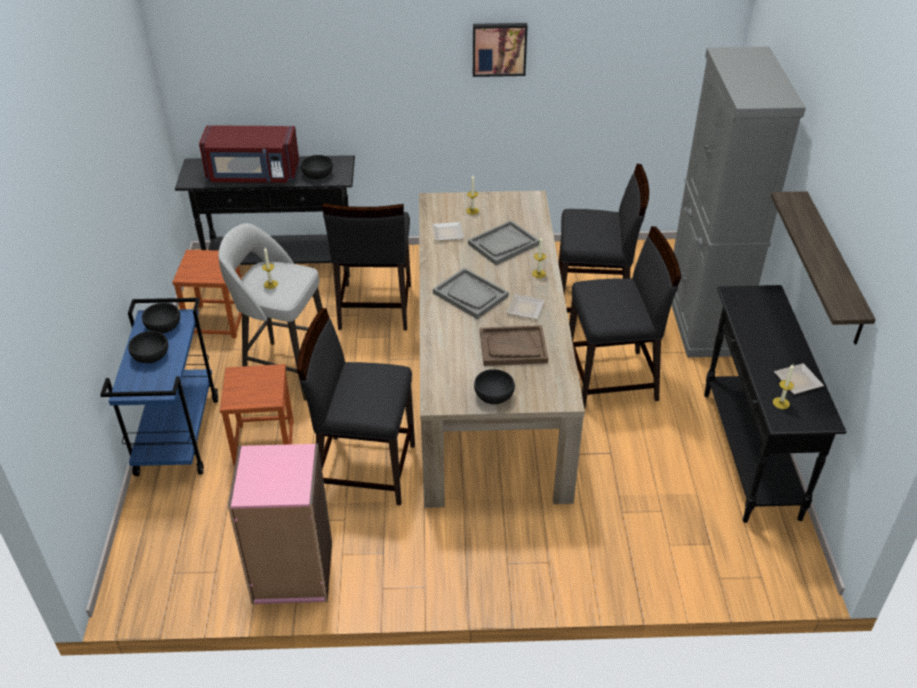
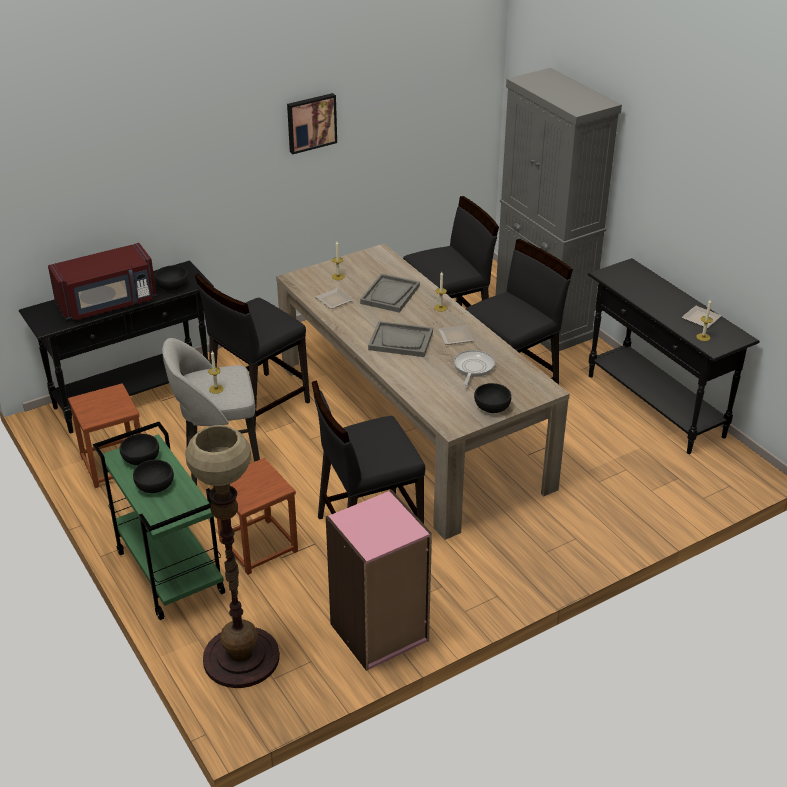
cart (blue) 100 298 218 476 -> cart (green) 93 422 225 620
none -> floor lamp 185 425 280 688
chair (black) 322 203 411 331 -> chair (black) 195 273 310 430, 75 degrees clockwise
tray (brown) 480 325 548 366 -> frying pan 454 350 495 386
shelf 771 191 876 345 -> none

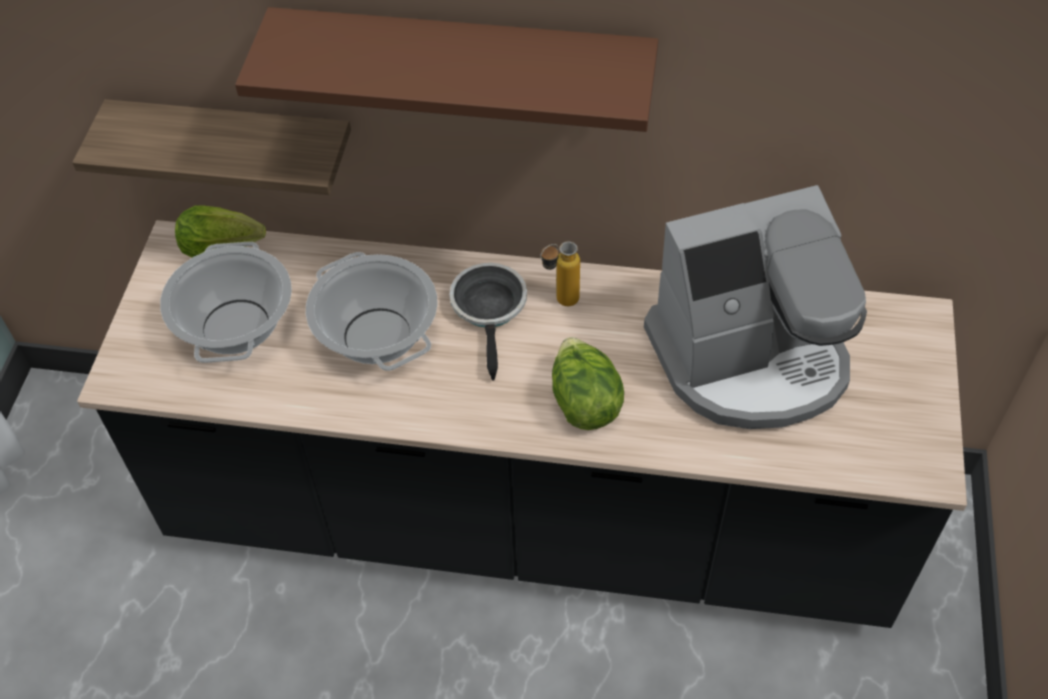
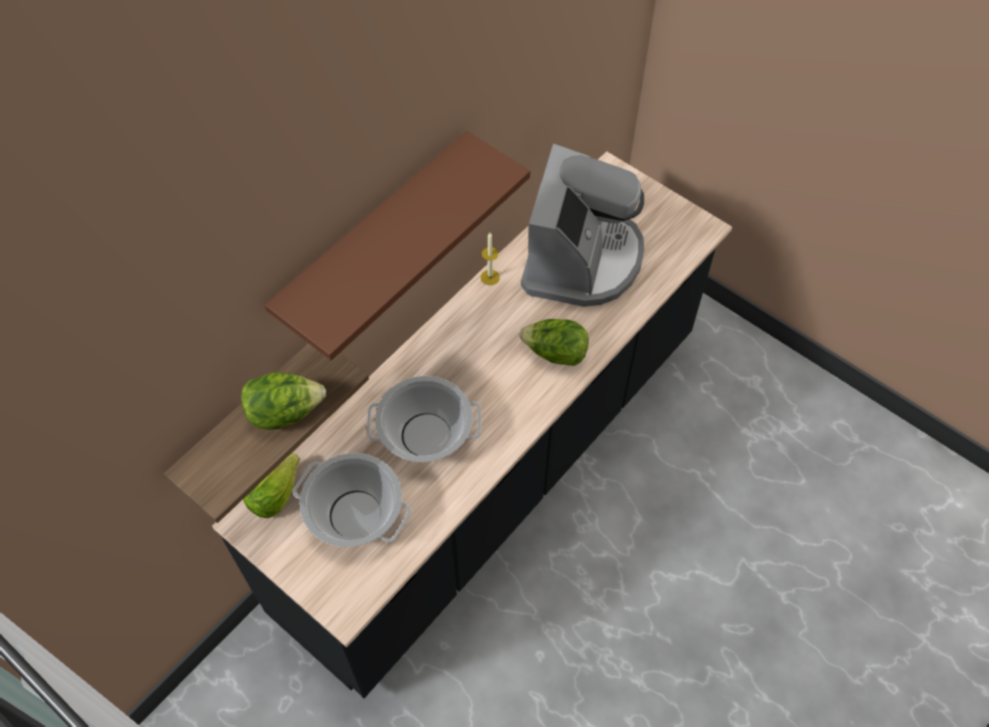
none -> lettuce 241 372 326 430
none -> candle 481 233 500 285
frying pan 449 263 527 381 -> none
bottle 540 241 580 306 -> none

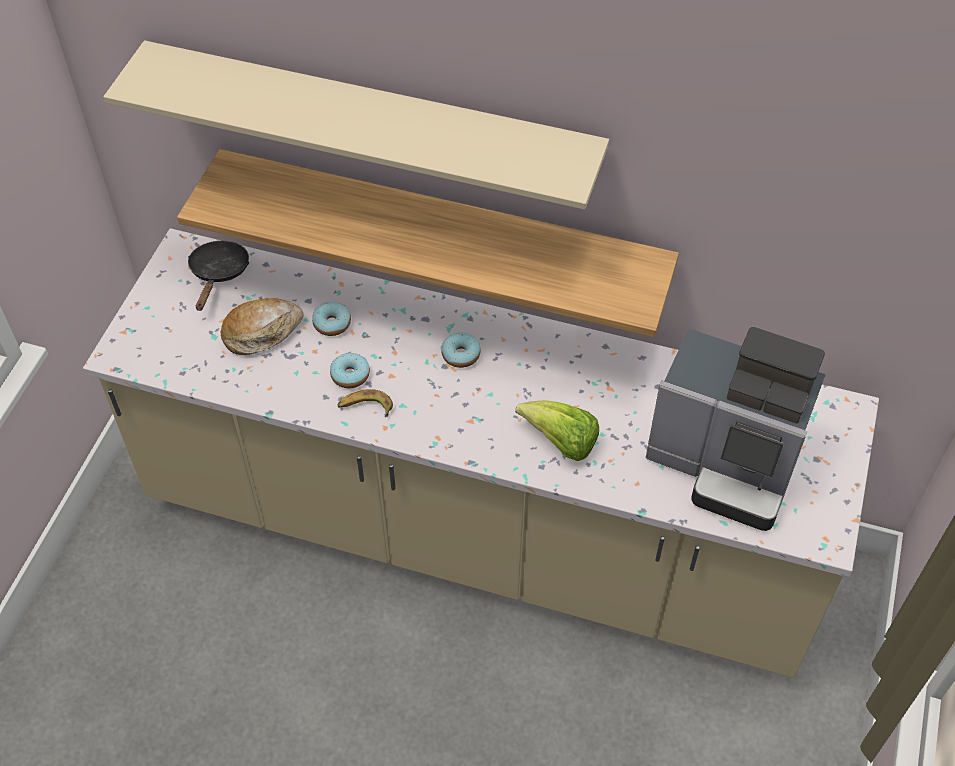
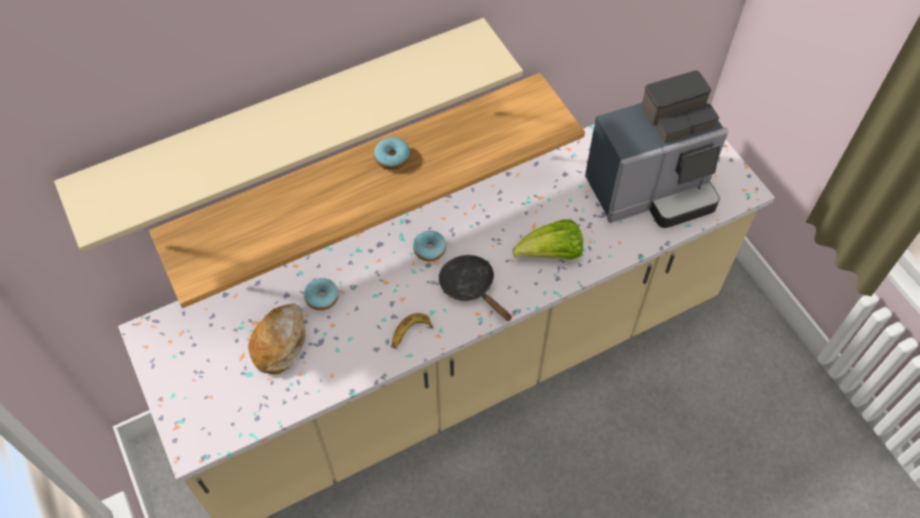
donut 330 353 370 388 -> donut 374 137 410 170, relocated
frying pan (black) 188 241 249 311 -> frying pan (black) 439 255 512 321, relocated

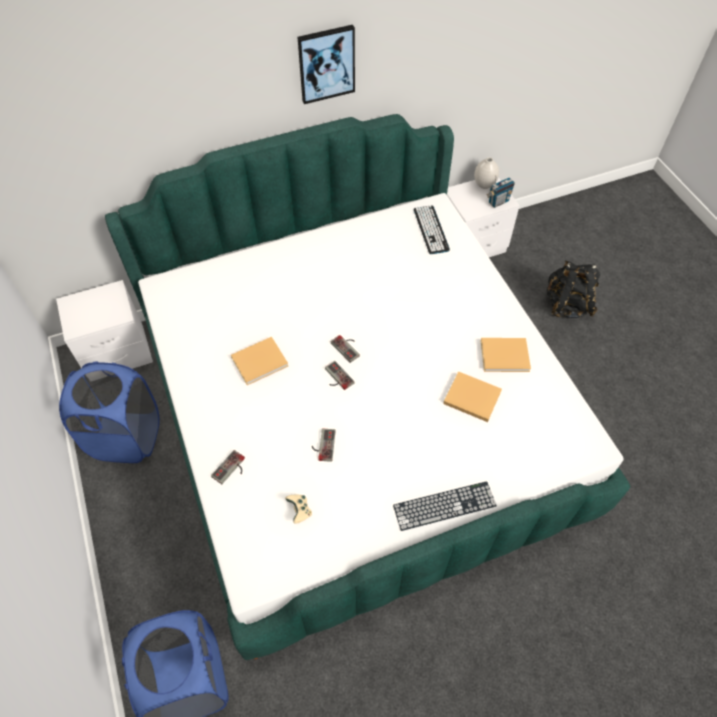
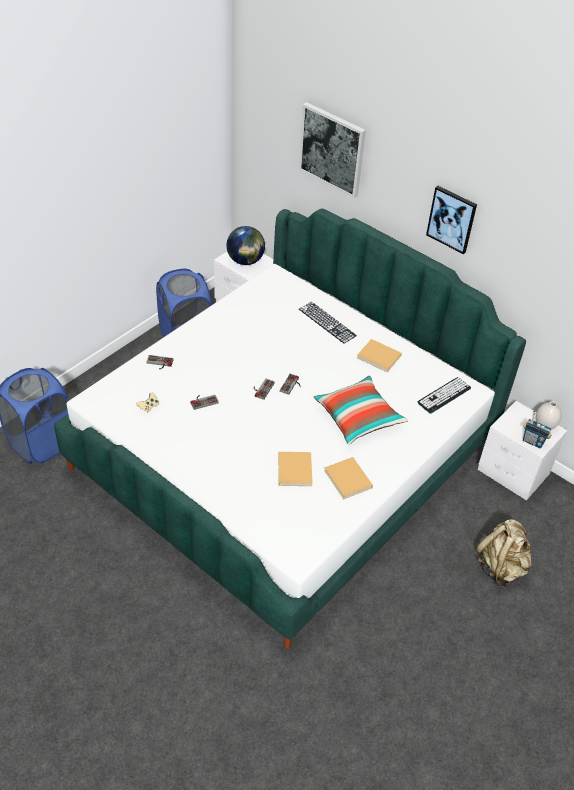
none -> globe 226 226 265 265
none -> picture 299 102 366 198
keyboard 393 481 497 531 -> keyboard 299 302 357 344, relocated
none -> pillow 314 376 408 445
book (beige) 231 337 288 385 -> book (beige) 357 339 402 373, relocated
backpack (black) 547 261 600 318 -> backpack (beige) 476 519 532 587

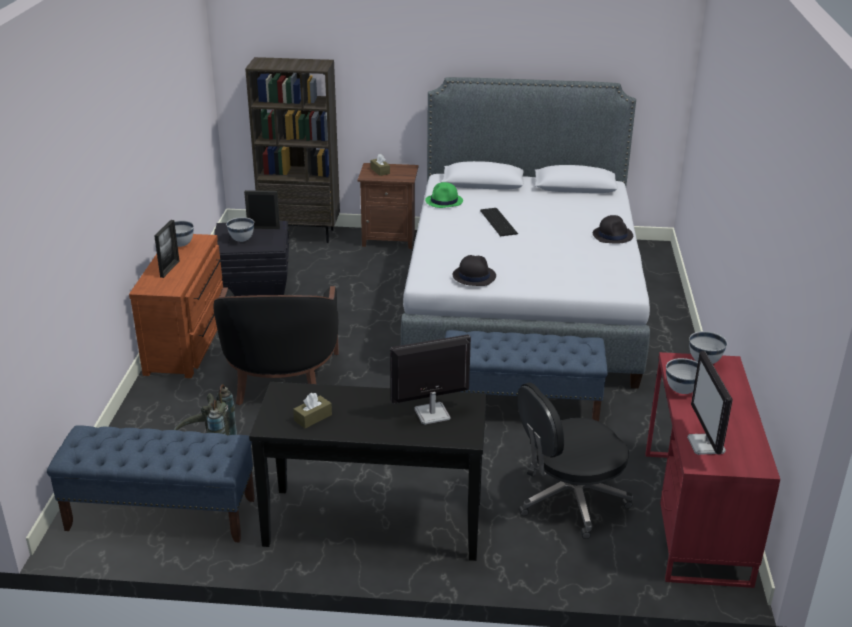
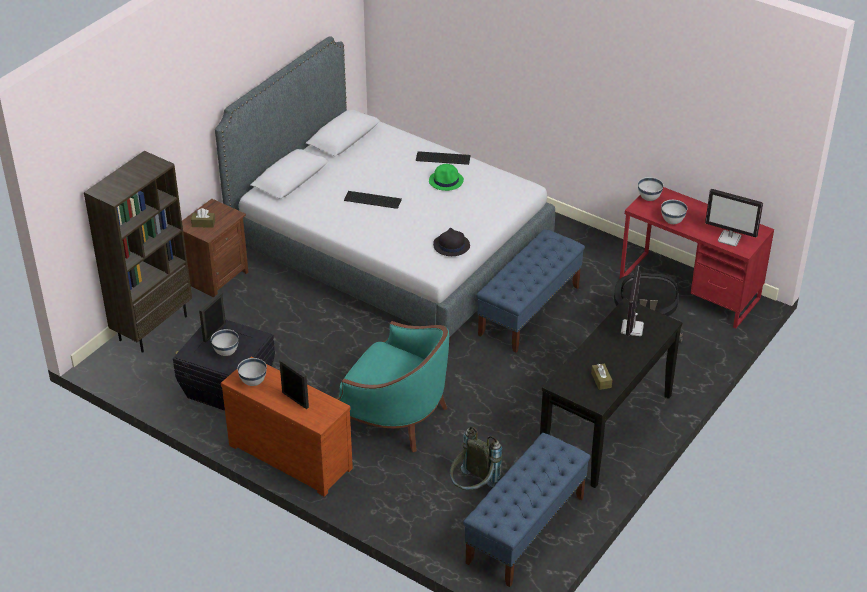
armchair (black) 213 286 339 405 -> armchair (turquoise) 337 321 449 452
hat (black) 593 215 633 244 -> keyboard 416 151 471 165
hat (green) 425 182 463 208 -> hat (green) 429 164 464 191, relocated

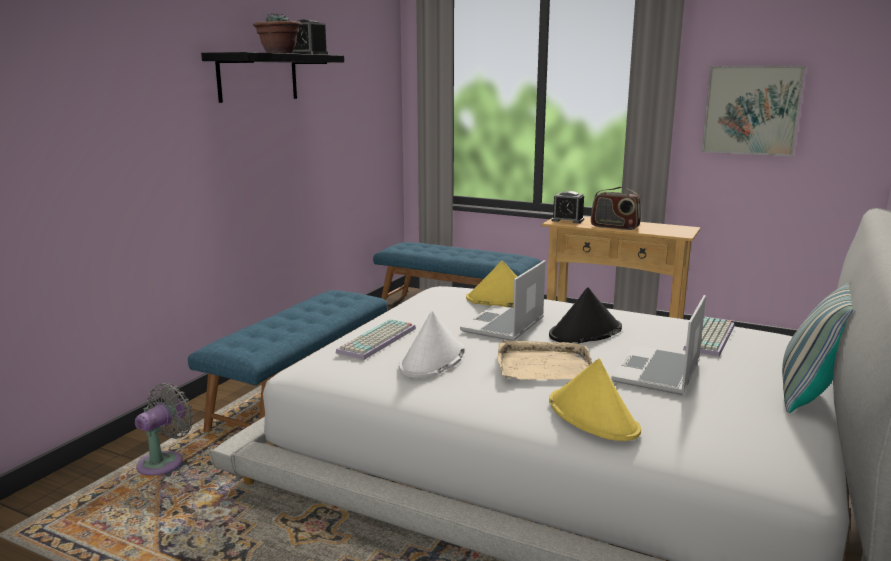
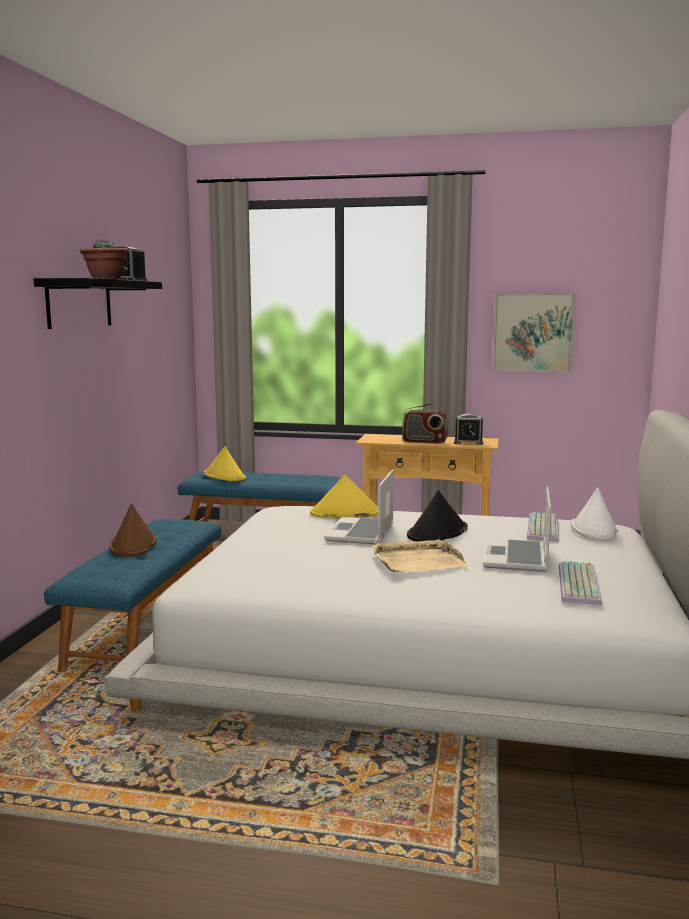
none -> hat (brown) 109 504 157 557
hat (yellow) 549 358 641 441 -> hat (yellow) 204 446 246 481, relocated
alarm clock 551 191 584 224 -> alarm clock 454 414 483 445, relocated
keyboard 336 319 416 360 -> keyboard 559 561 602 605, relocated
hat (white) 399 311 465 378 -> hat (white) 570 488 618 540, relocated
fan (grey) 135 383 194 475 -> none
pillow 782 283 854 413 -> none

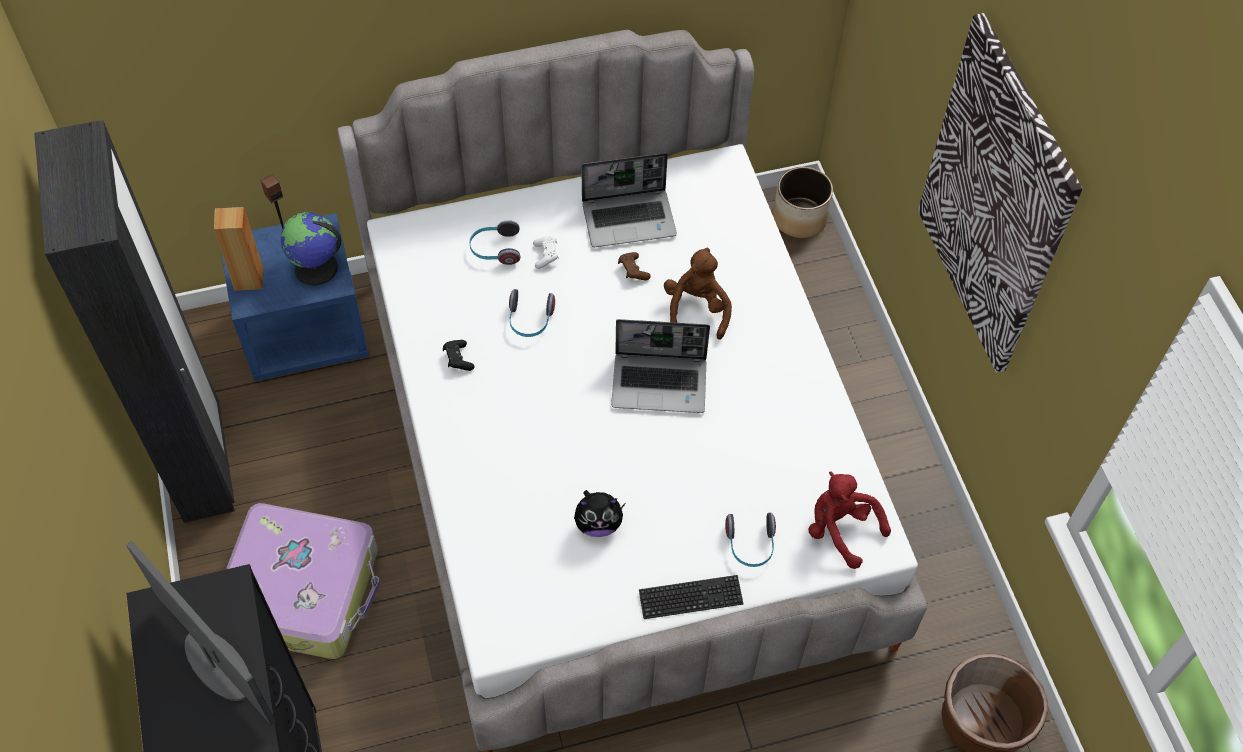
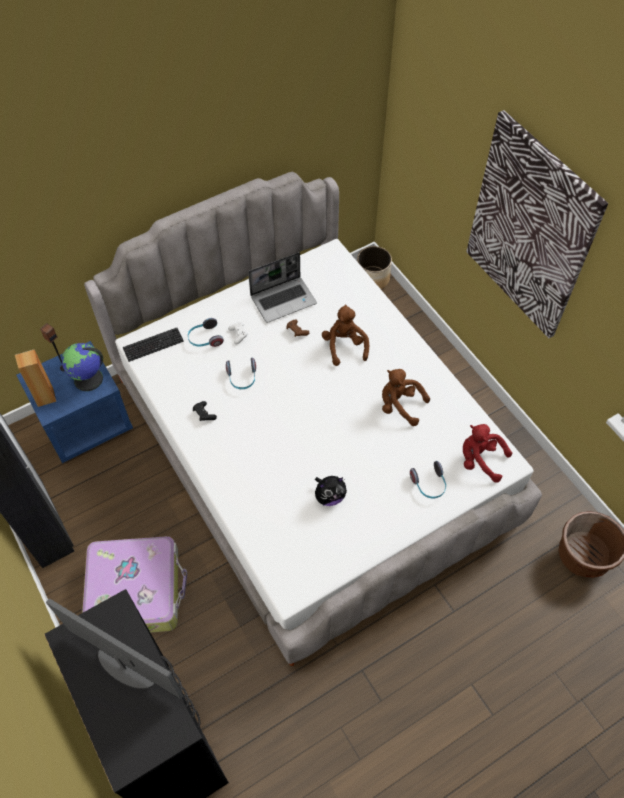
keyboard 639 575 743 619 -> keyboard 123 328 184 362, relocated
none -> plush toy (brown) 382 369 430 426
laptop 611 319 710 413 -> none

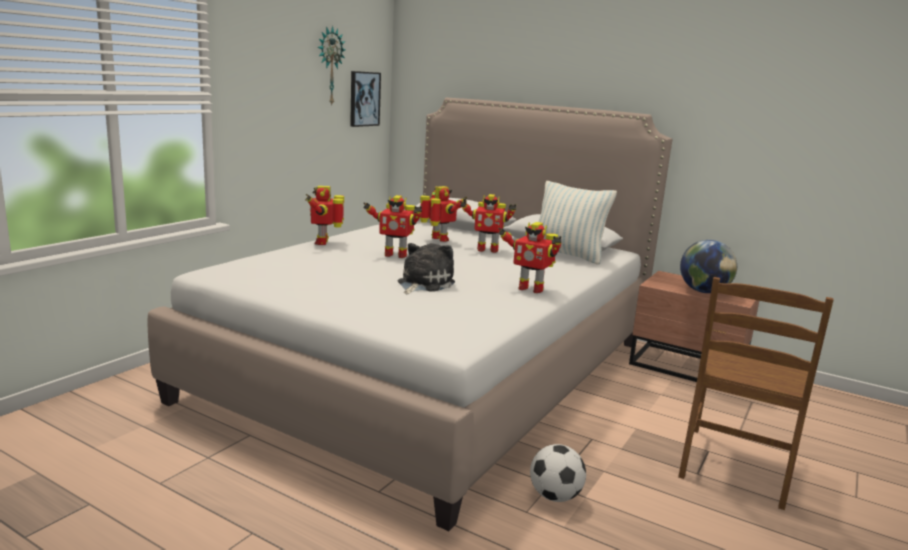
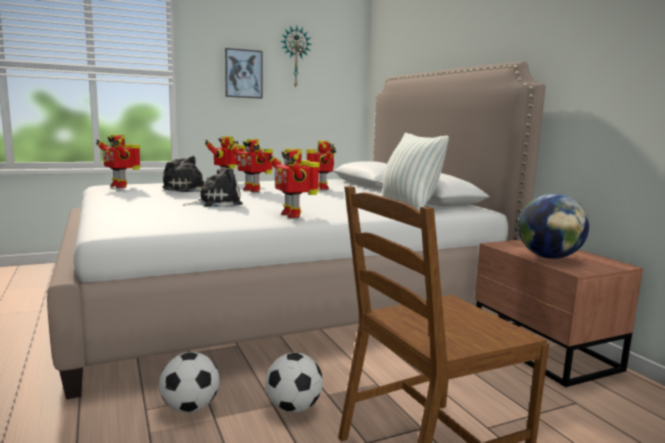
toy robot 460 194 516 253 -> toy robot 96 134 141 188, relocated
none -> plush toy 162 156 204 192
picture 350 71 381 127 -> picture 225 48 263 99, relocated
none -> football 265 353 323 413

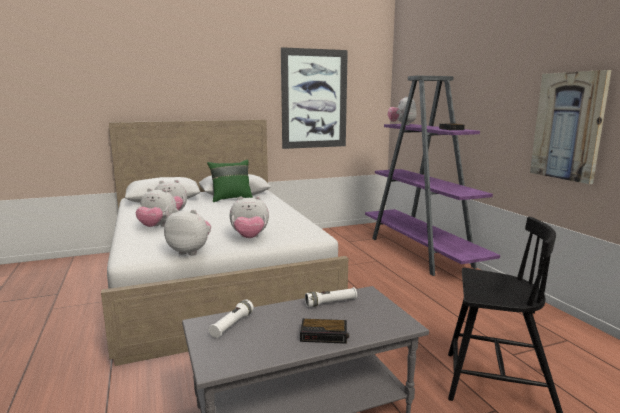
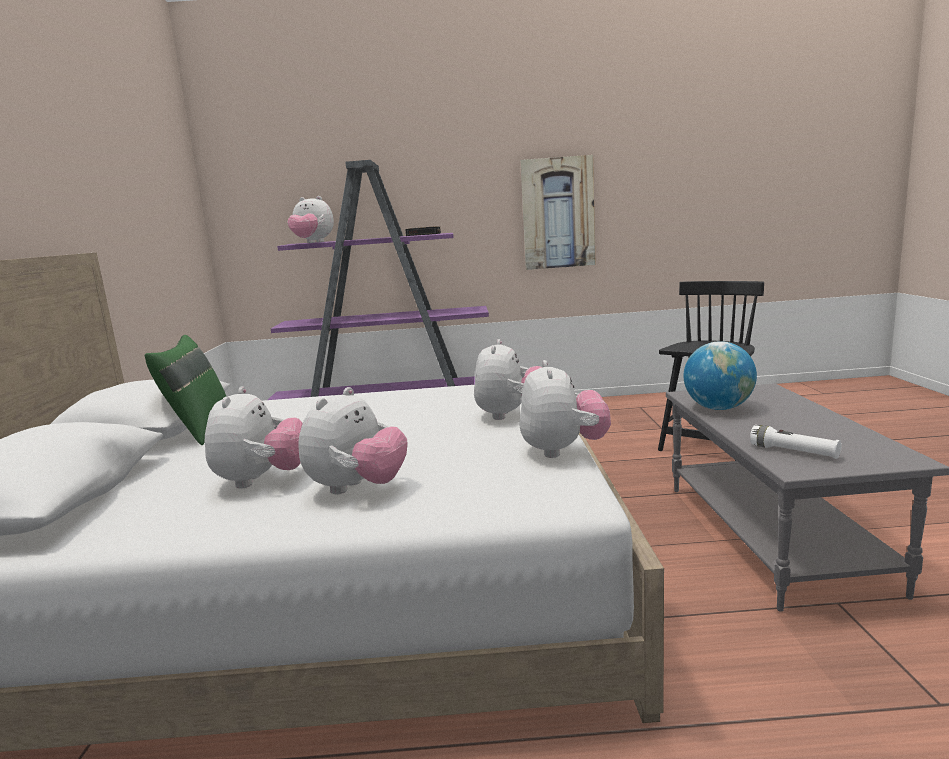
plush toy 164 209 211 255 -> plush toy 520 360 611 458, 150 degrees clockwise
flashlight (white) 305 287 357 307 -> globe 684 341 757 410
picture 281 47 348 149 -> none
alarm clock 300 319 349 344 -> none

